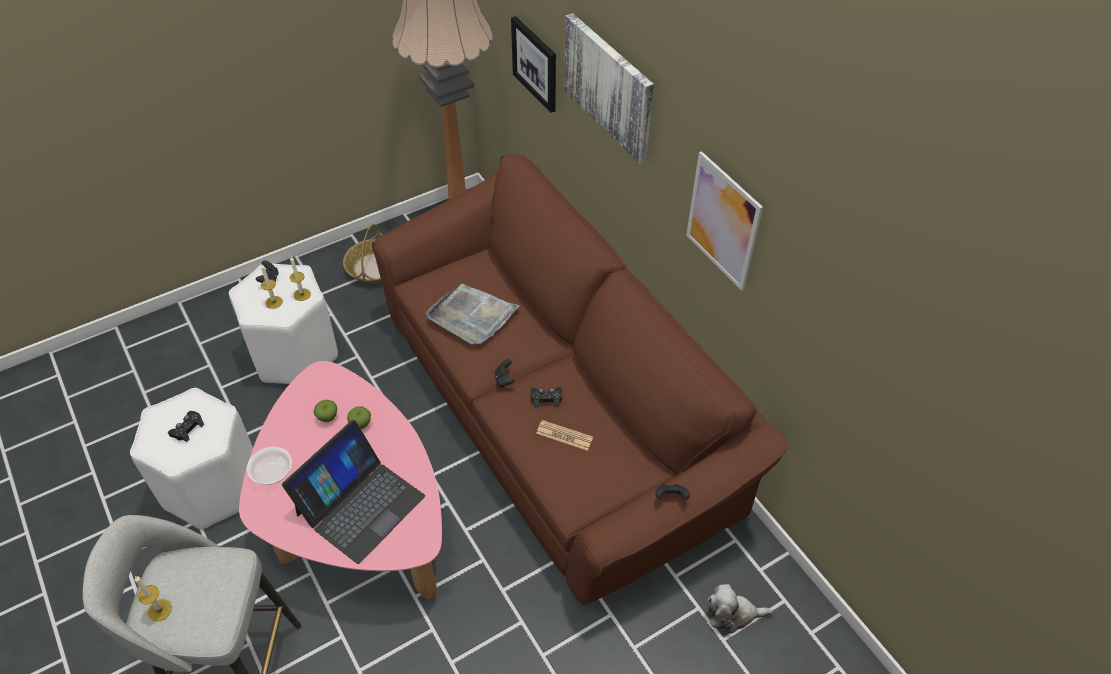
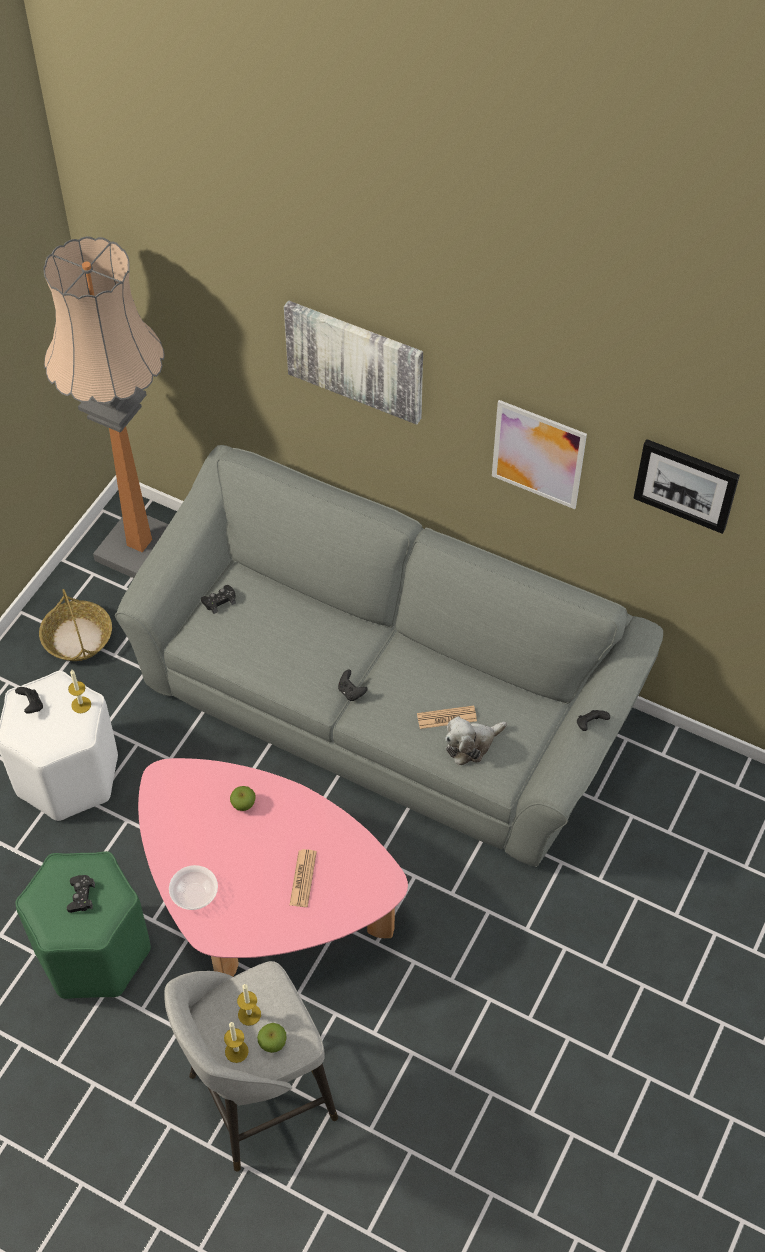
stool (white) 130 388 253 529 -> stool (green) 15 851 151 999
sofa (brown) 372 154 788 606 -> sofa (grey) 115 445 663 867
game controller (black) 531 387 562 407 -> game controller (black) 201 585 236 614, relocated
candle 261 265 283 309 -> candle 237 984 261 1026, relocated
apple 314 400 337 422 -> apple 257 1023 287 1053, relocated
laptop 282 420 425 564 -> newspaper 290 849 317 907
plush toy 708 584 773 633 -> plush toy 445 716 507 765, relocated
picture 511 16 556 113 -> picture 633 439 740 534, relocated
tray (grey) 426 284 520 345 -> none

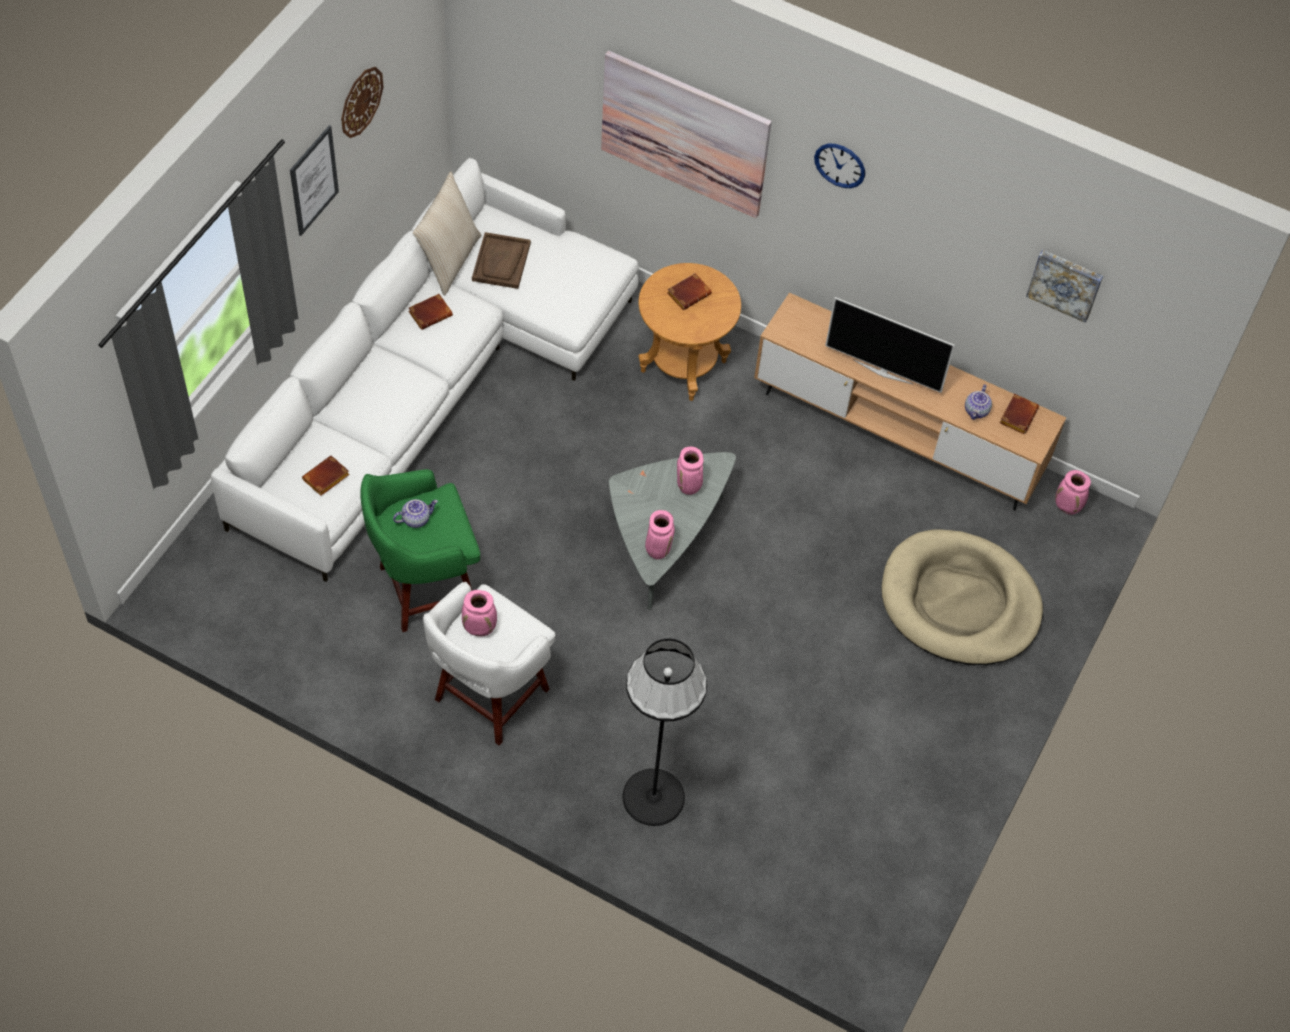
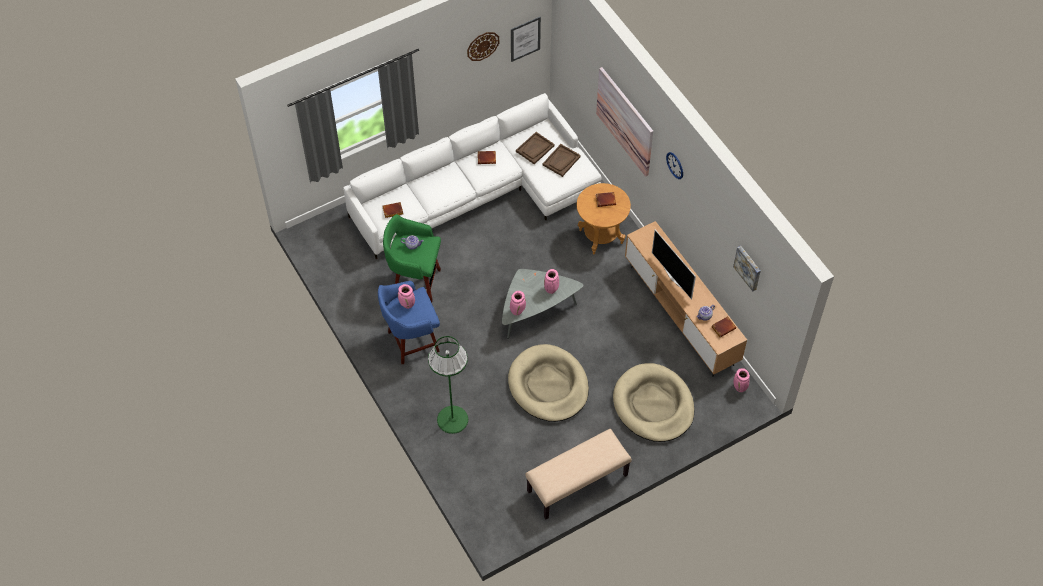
stool (white) 423 582 555 746 -> stool (blue) 378 281 440 364
floor lamp (black) 623 638 707 826 -> floor lamp (green) 428 336 468 434
none -> dog bed (beige) 508 344 589 422
picture 290 125 339 236 -> picture 511 17 541 62, relocated
none -> bench (beige) 525 429 632 519
none -> tray (brown) 543 144 581 177
pillow (beige) 413 171 481 296 -> none

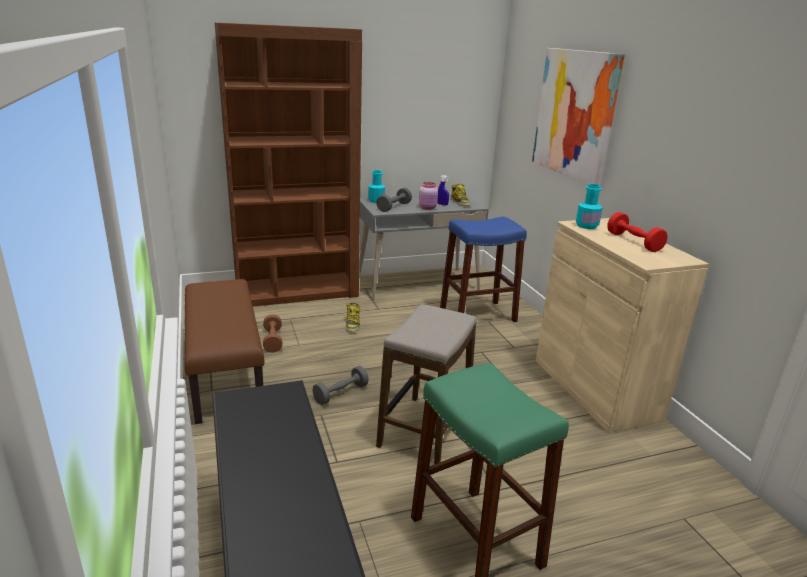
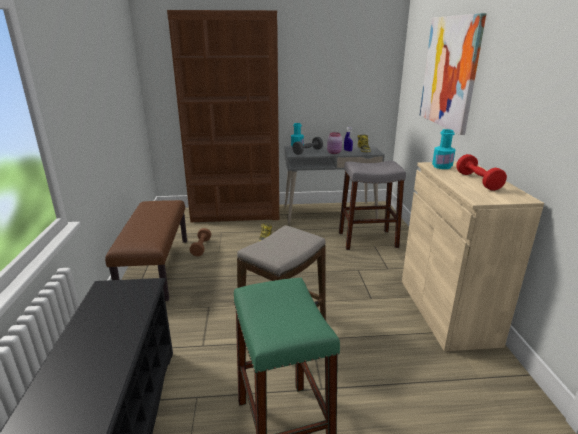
stool (blue) 440 217 527 322 -> stool (grey) 339 161 406 250
dumbbell (grey) 313 366 369 405 -> none

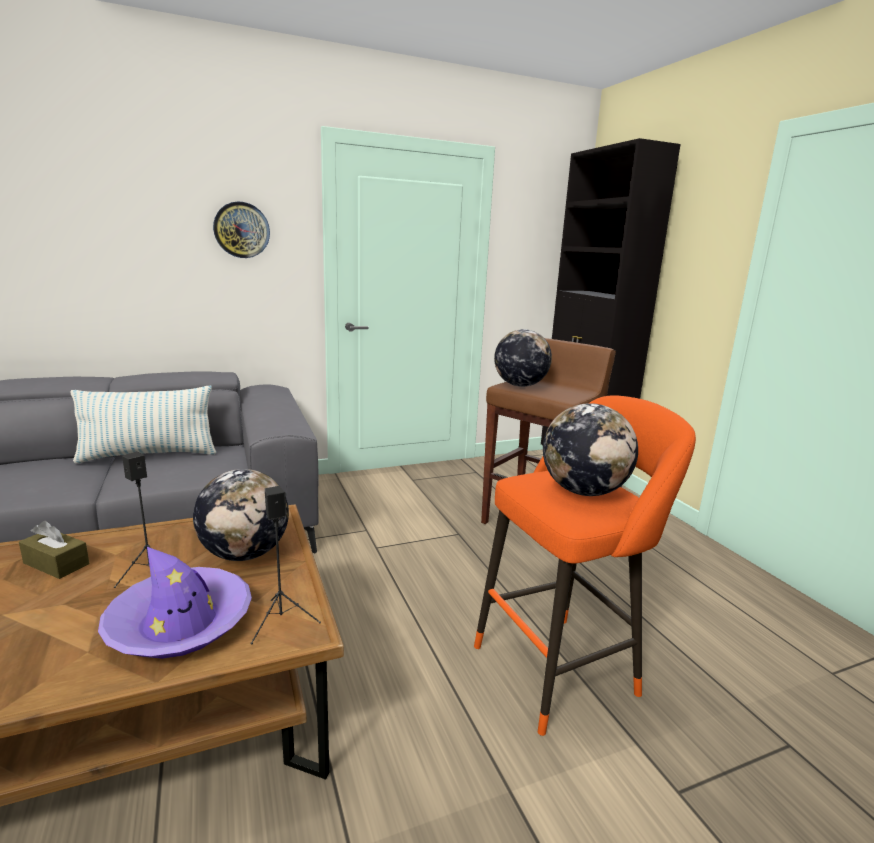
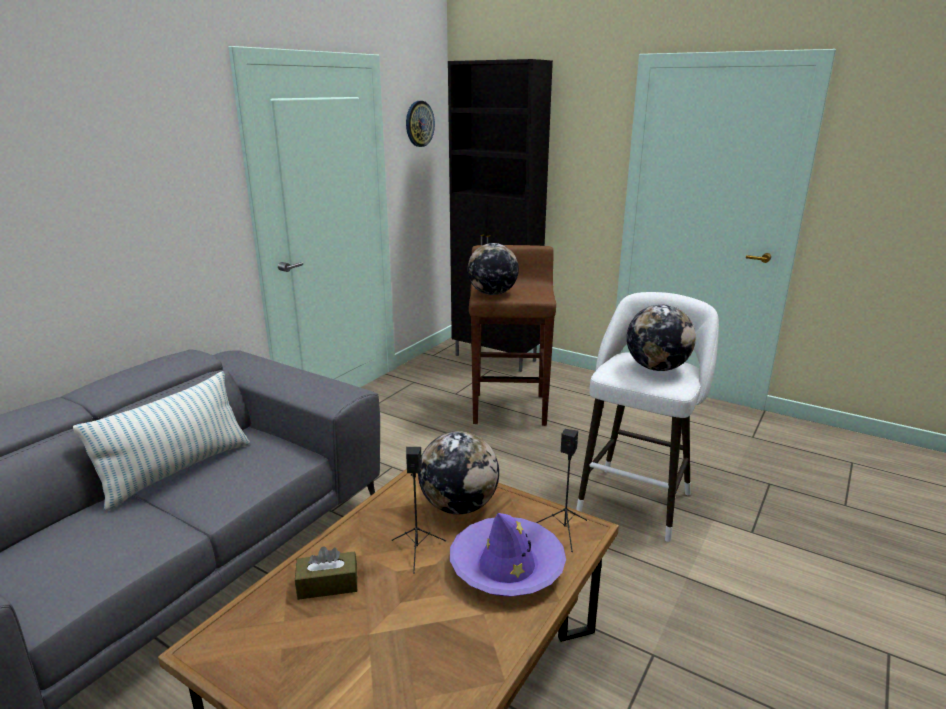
wall clock 213 201 270 258 -> wall clock 406 101 435 147, relocated
stool (orange) 474 395 696 736 -> stool (white) 576 292 719 542

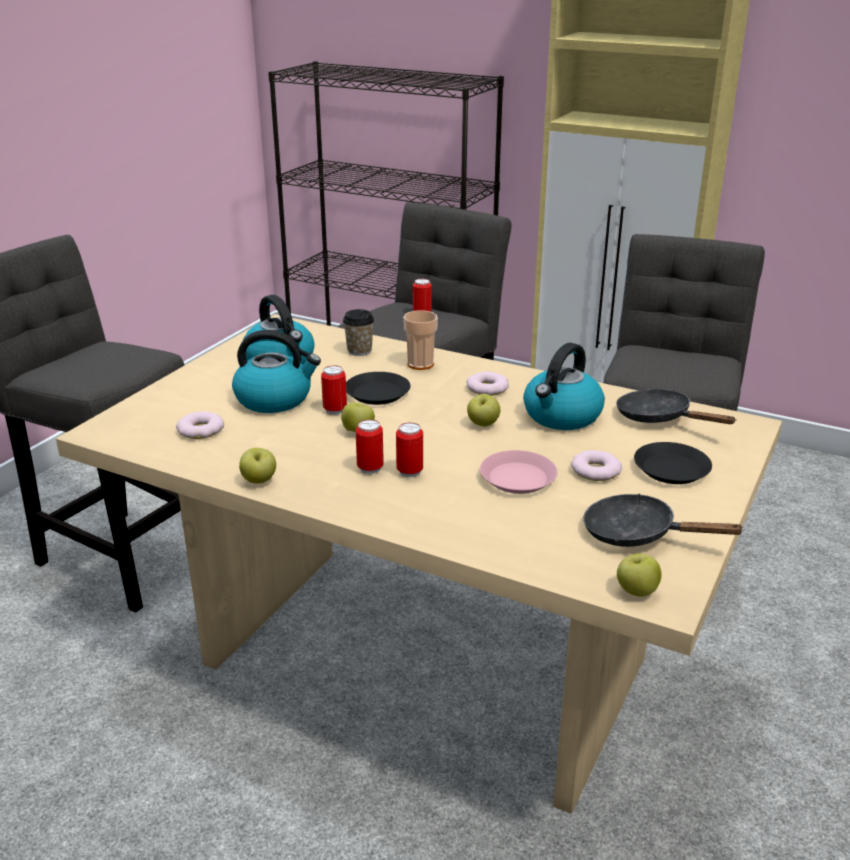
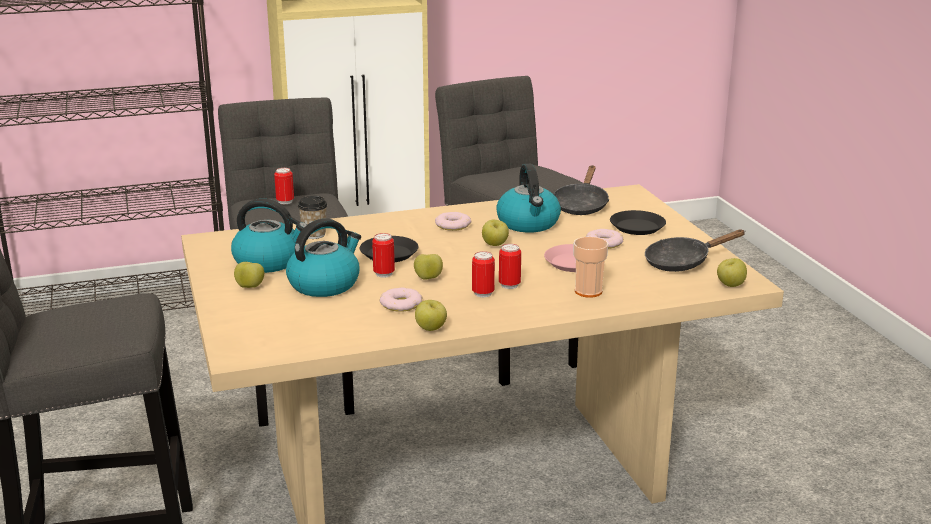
none -> apple 234 262 264 288
donut 176 411 224 439 -> donut 380 288 422 312, relocated
frying pan (black) 616 389 736 424 -> frying pan (black) 553 165 609 215, 75 degrees counterclockwise
cup 404 310 438 370 -> cup 573 237 608 298, relocated

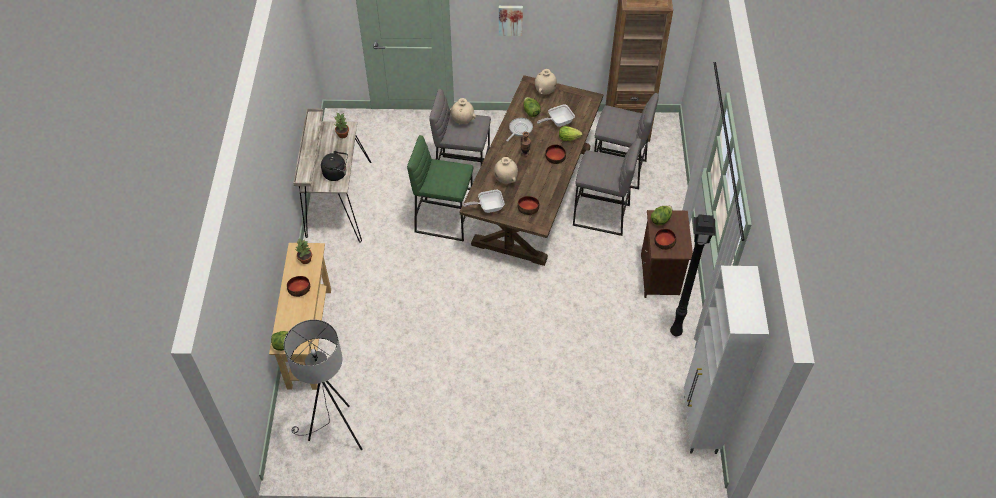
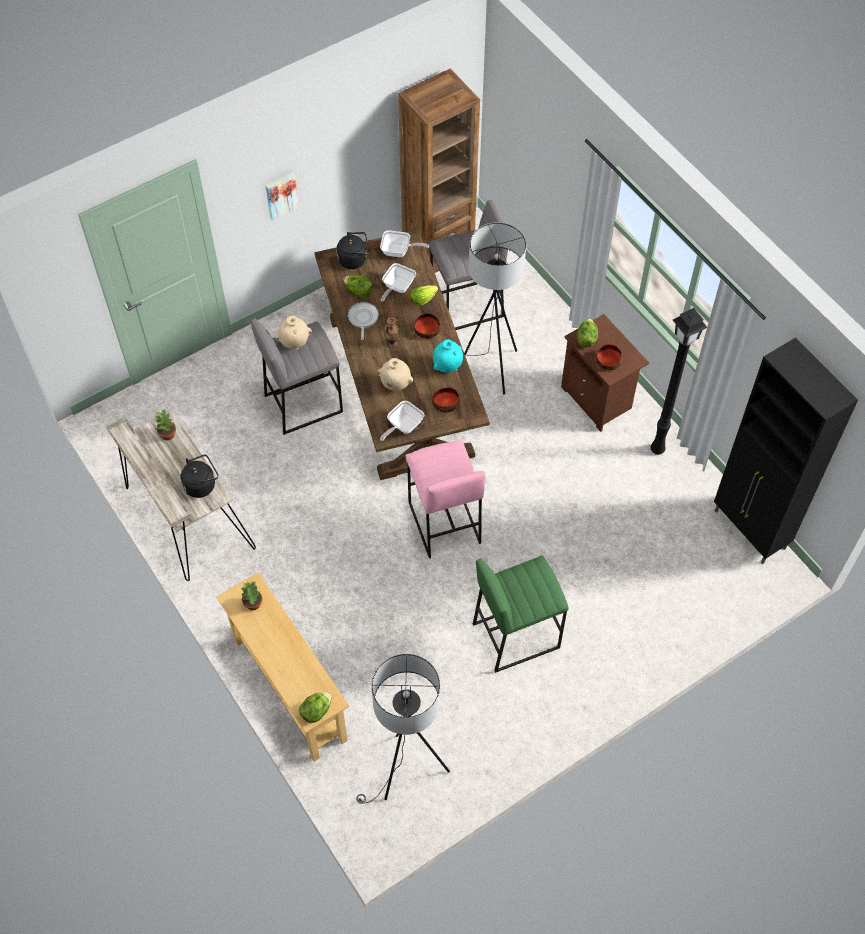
vase (beige) 535 69 557 94 -> kettle (black) 336 232 369 269
none -> frying pan 380 230 429 257
none -> stool (pink) 405 440 486 558
none -> vase (turquoise) 433 339 463 373
stool (grey) 573 138 641 236 -> floor lamp (grey) 464 222 526 394
stool (green) 407 135 473 241 -> stool (green) 473 555 569 673, relocated
cabinet (white) 684 266 769 454 -> cabinet (black) 714 338 858 564
bowl 287 276 310 297 -> none

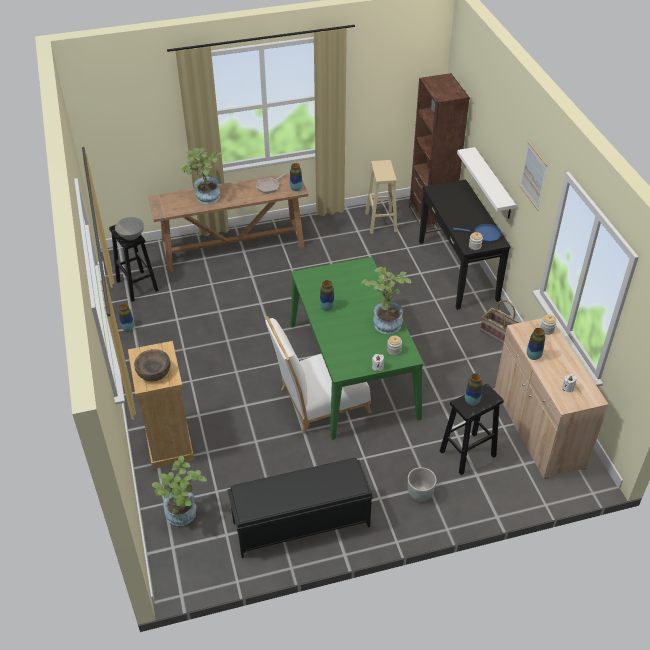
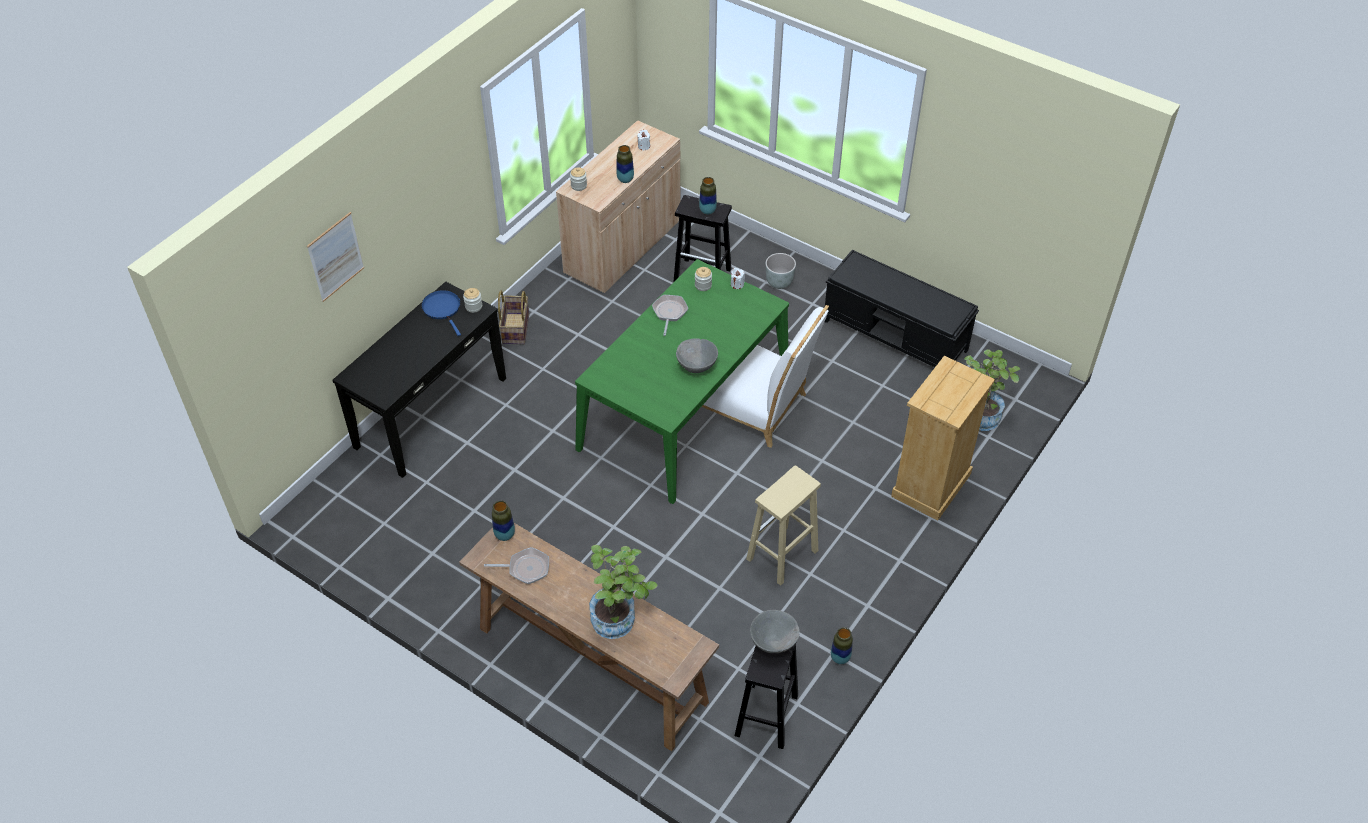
picture 520 141 548 210 -> picture 307 212 364 302, relocated
potted plant 361 267 411 334 -> frying pan 652 295 688 336
vase 320 280 334 311 -> bowl (grey) 676 338 718 373
stool (beige) 365 160 397 234 -> stool (beige) 746 465 821 586, relocated
bowl (brown) 134 349 171 382 -> none
bookcase (brown) 409 73 470 233 -> none
shelf (white) 457 147 516 219 -> none

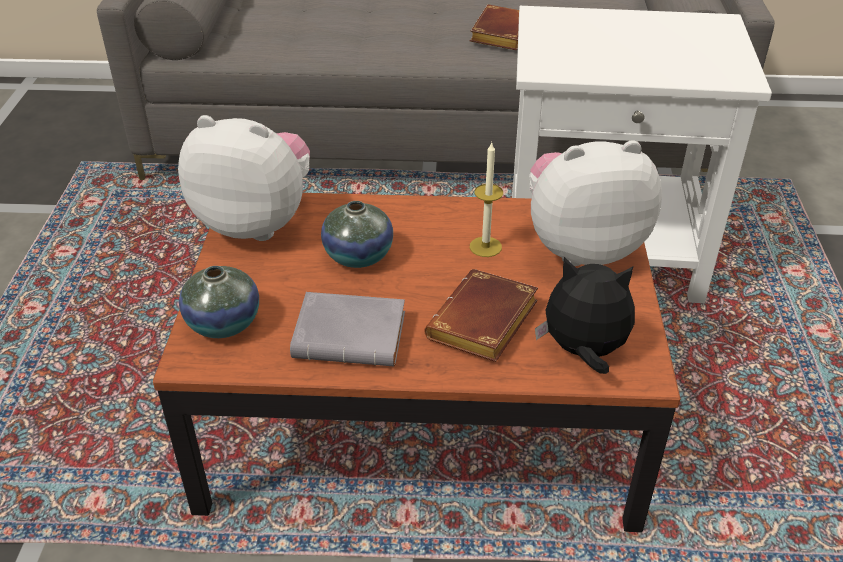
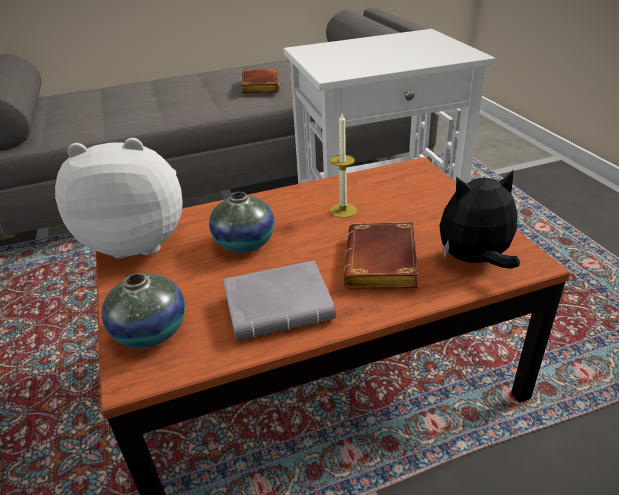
plush toy 529 140 662 266 -> none

